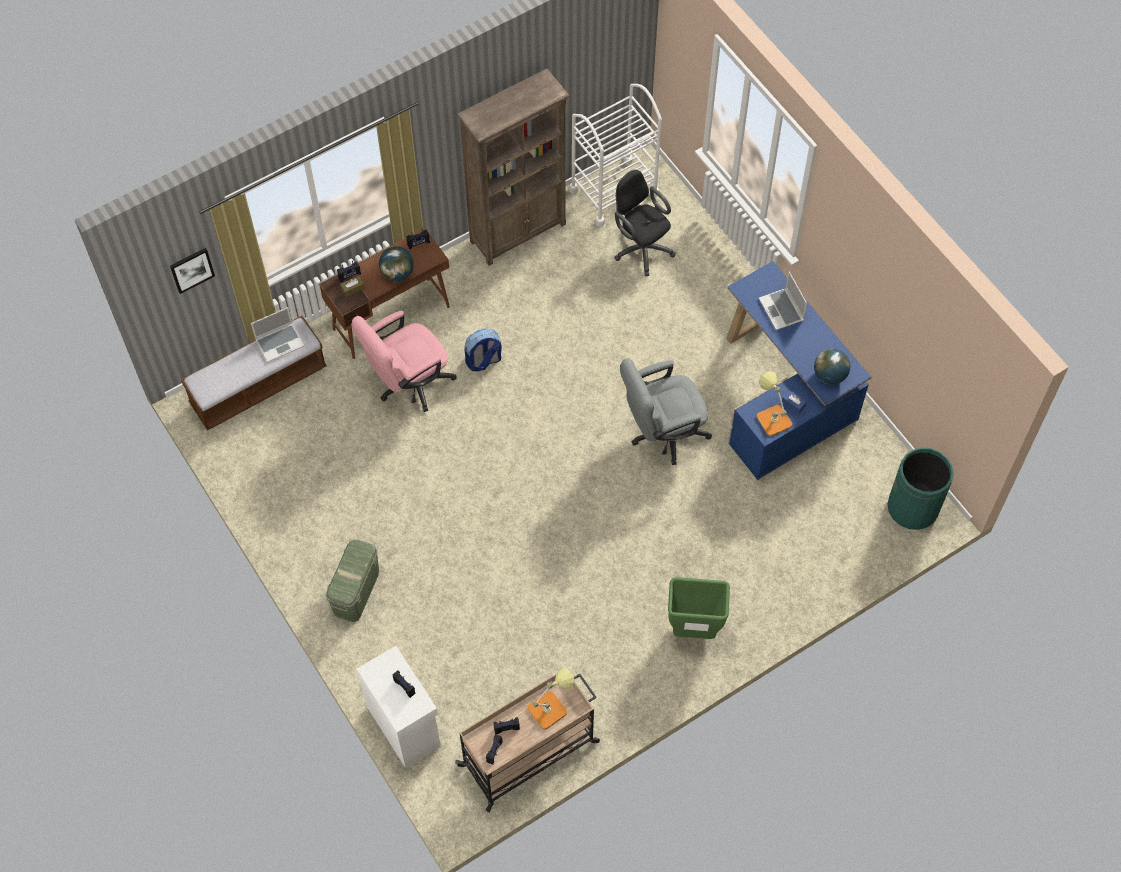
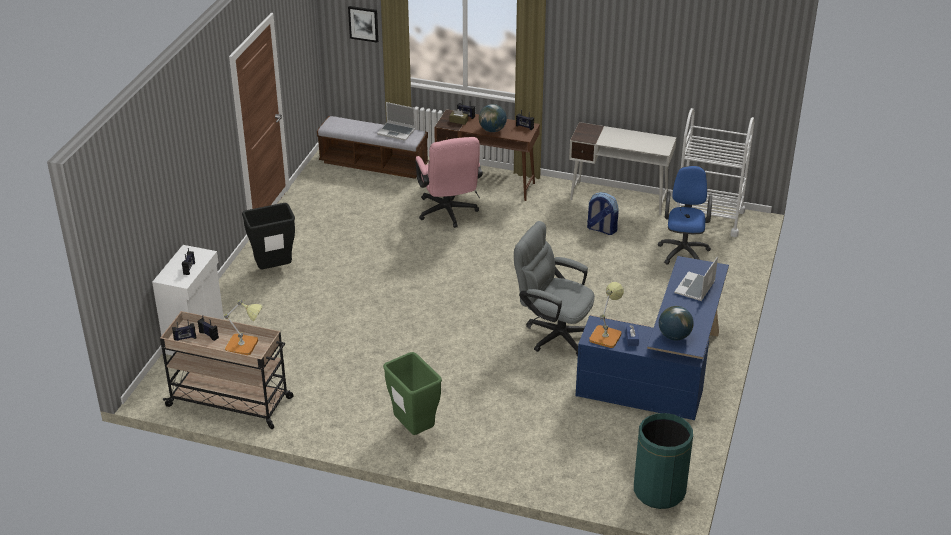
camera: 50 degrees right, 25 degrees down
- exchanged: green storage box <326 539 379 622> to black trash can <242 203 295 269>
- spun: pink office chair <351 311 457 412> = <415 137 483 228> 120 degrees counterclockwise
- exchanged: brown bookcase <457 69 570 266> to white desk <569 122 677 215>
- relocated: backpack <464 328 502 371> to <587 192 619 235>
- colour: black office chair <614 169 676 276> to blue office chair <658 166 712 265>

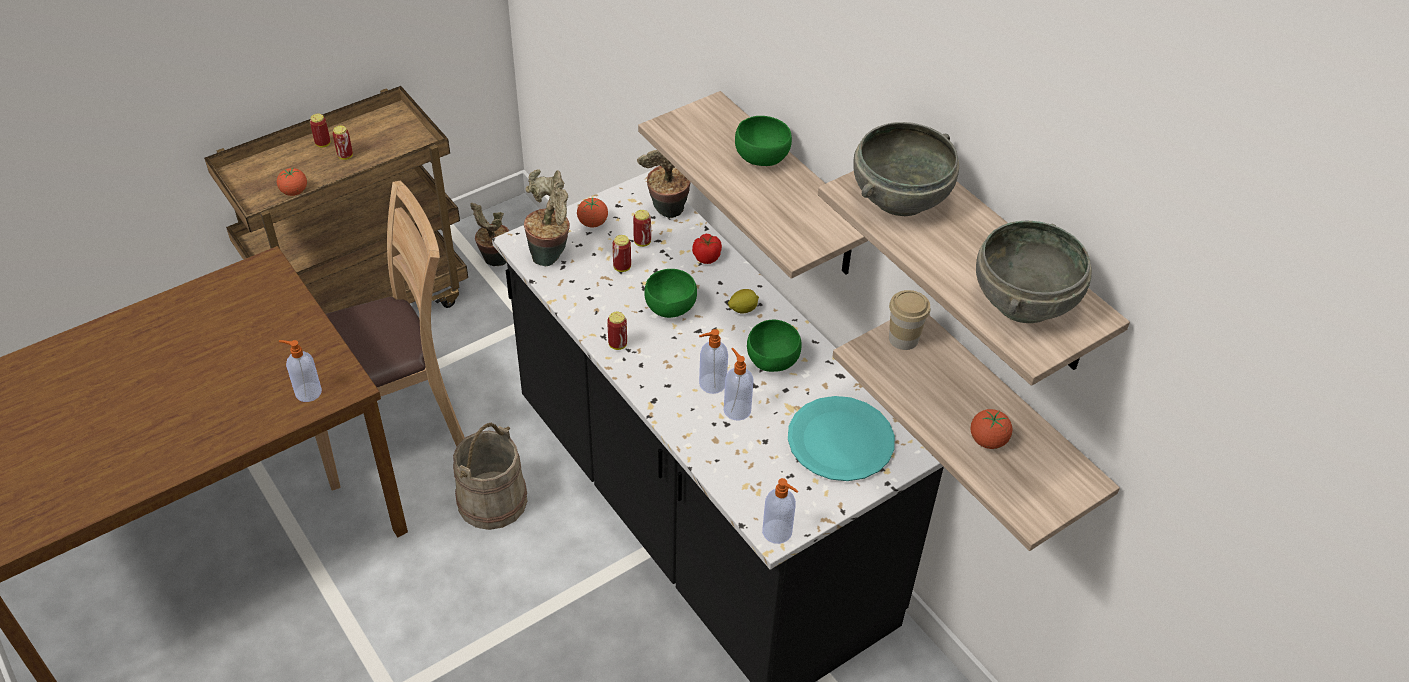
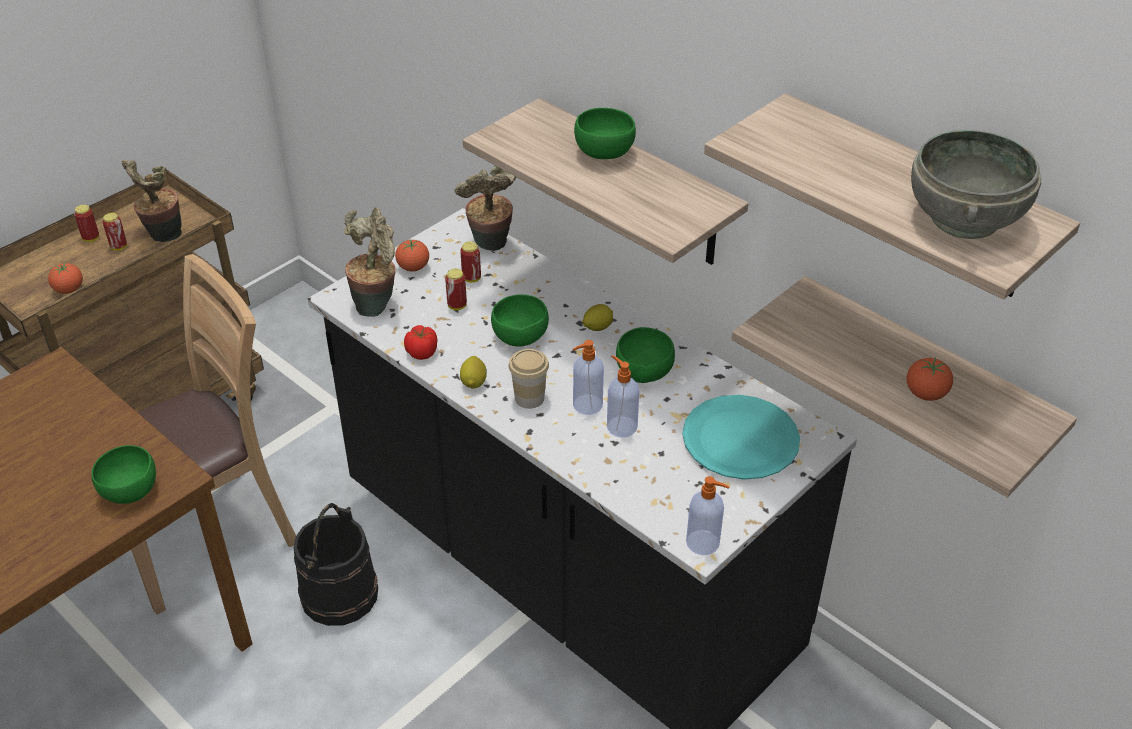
camera: 10 degrees left, 5 degrees down
- exchanged: soap dispenser <279 340 322 402> to green bowl <91 445 156 504>
- relocated: potted plant <470 203 509 266> to <121 160 182 242>
- colour: beige bucket <453 423 528 530> to black bucket <294 503 378 626>
- relocated: tomato <692 234 722 264> to <404 325 437 360>
- exchanged: can <607 312 627 350> to lemon <460 356 487 389>
- relocated: cup <889 290 930 350> to <509 349 549 409>
- missing: grey bowl <853 122 959 216>

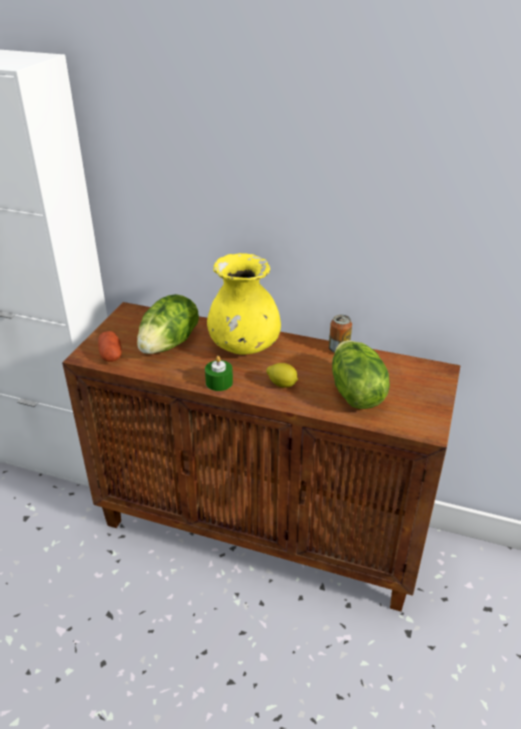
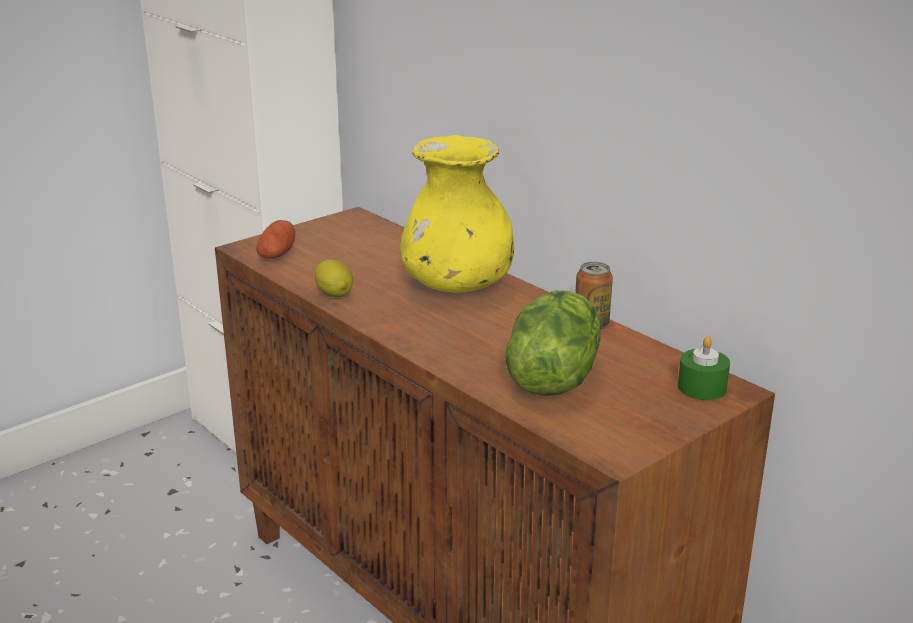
camera: 30 degrees right, 10 degrees down
- relocated: lemon <267 363 298 388> to <315 259 353 297>
- relocated: green candle <205 356 233 391> to <678 336 730 400>
- missing: lettuce <137 294 199 354>

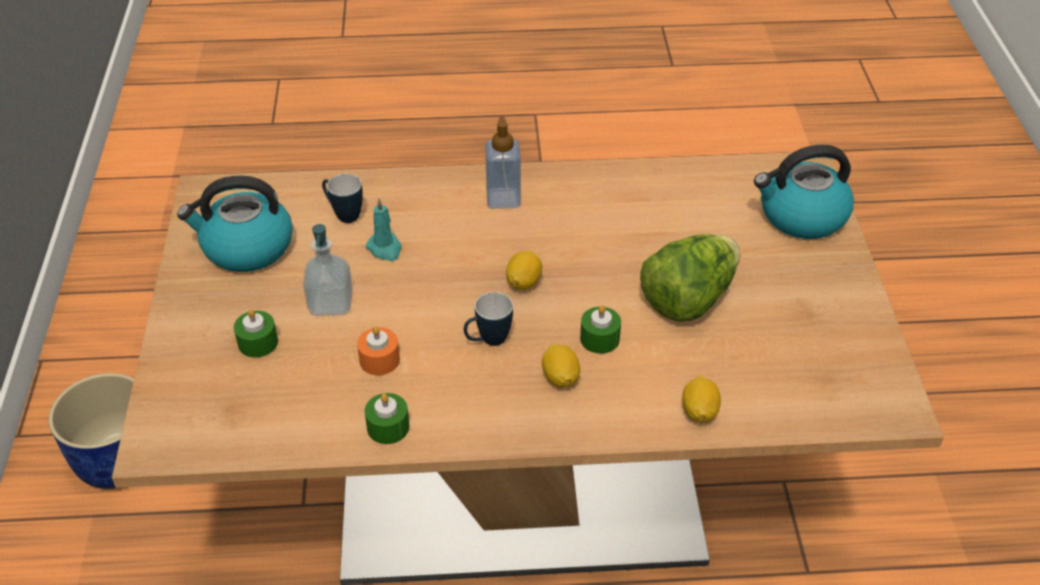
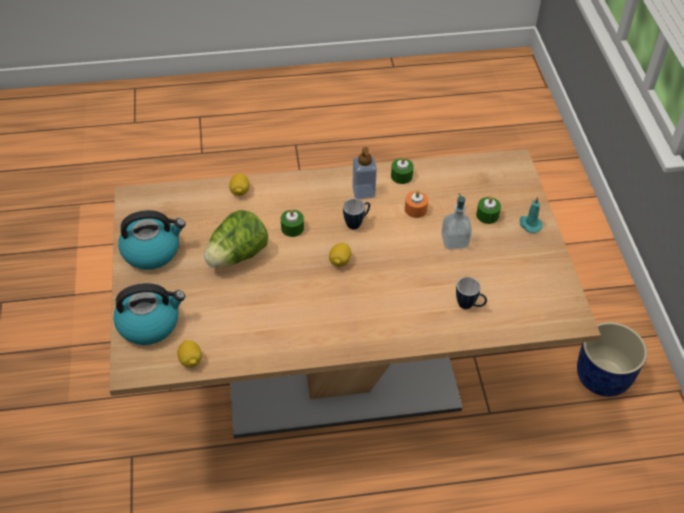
camera: 175 degrees right, 5 degrees up
- relocated: kettle <177 176 293 272> to <118 210 186 270>
- relocated: lemon <542 344 580 388> to <177 340 202 368>
- relocated: soap dispenser <485 116 521 209> to <352 147 377 199>
- relocated: turquoise candle <366 198 402 261> to <520 197 543 233>

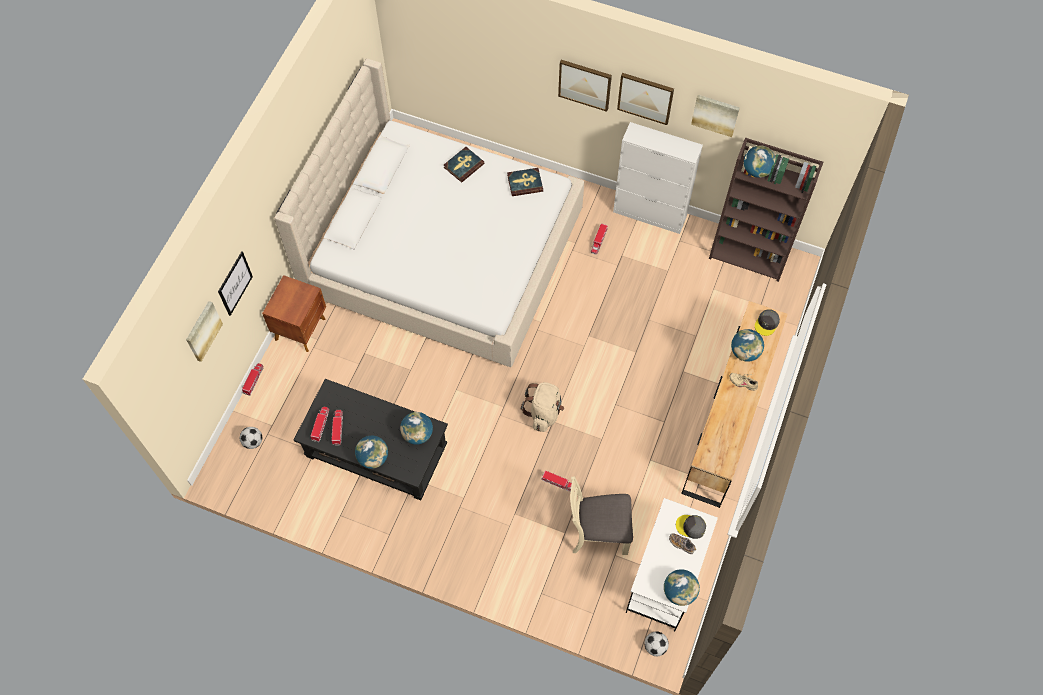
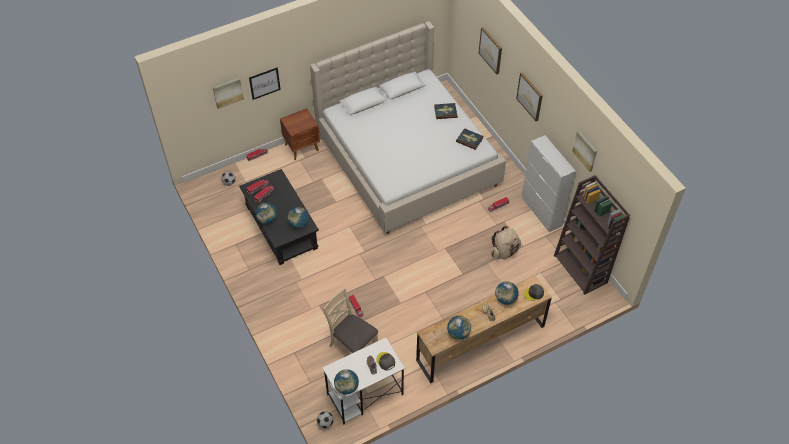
camera: 40 degrees right, 10 degrees down
- relocated: globe <744 146 776 178> to <447 316 471 340>
- relocated: picture <617 73 674 125> to <479 27 502 74>
- relocated: beige backpack <521 382 564 432> to <491 226 521 260>

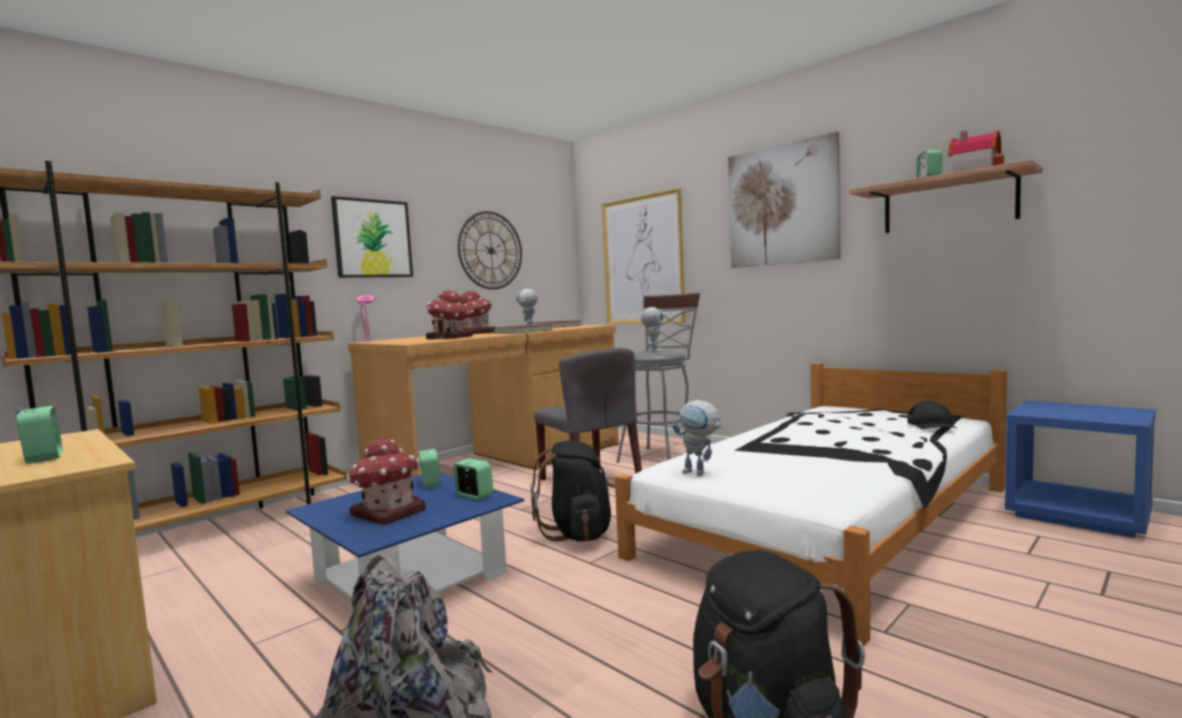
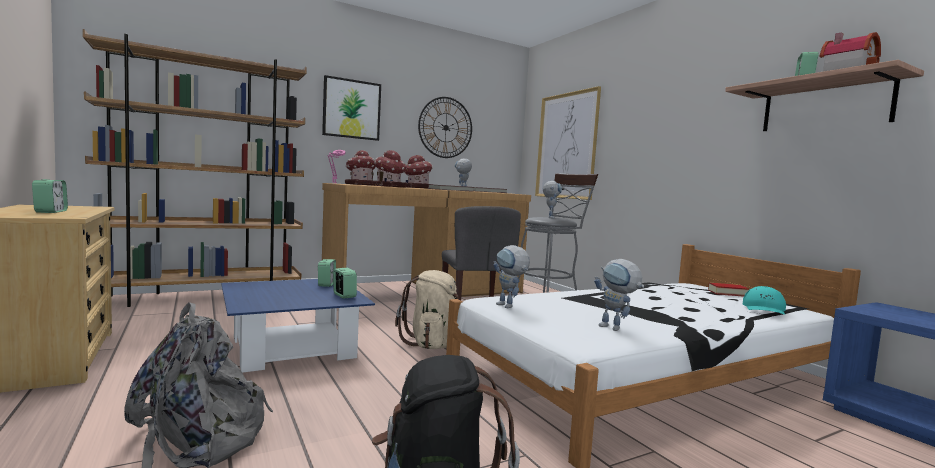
camera: 15 degrees right, 0 degrees up
- relocated: toy house <347 437 426 525> to <345 150 376 185>
- colour: black backpack <530 441 615 542> to beige backpack <395 270 459 349>
- appeared: toy robot <594 259 644 331>
- appeared: book <708 283 749 297>
- colour: black cap <907 401 956 429> to turquoise cap <743 286 786 315>
- missing: picture <728 131 841 268>

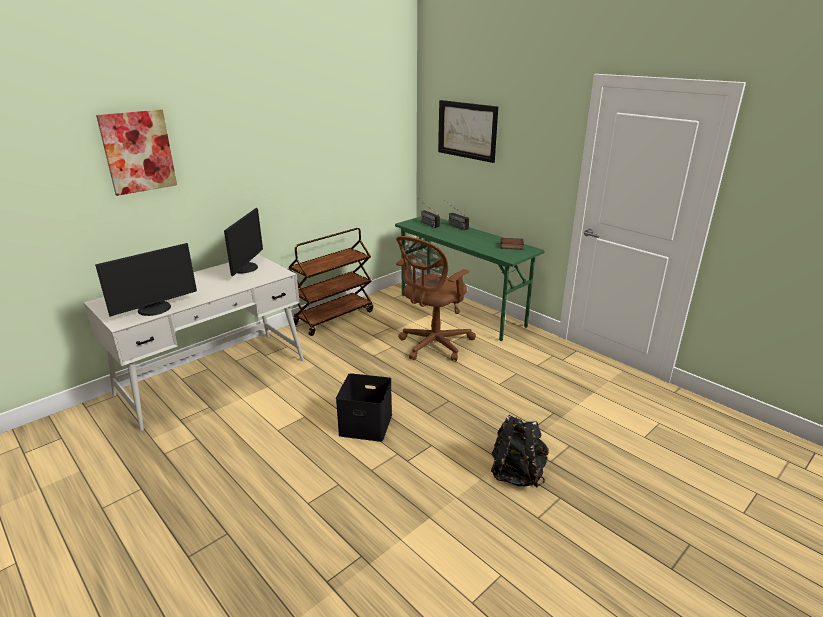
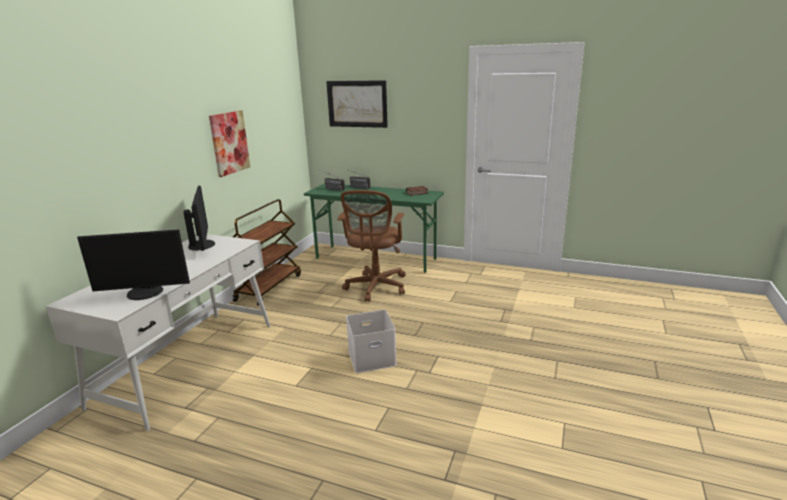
camera: 25 degrees left, 5 degrees down
- spun: monitor <95 243 197 317> = <77 229 190 300> 60 degrees clockwise
- relocated: picture <96 109 177 196> to <209 110 250 177>
- colour: black storage box <336 373 392 442> to white storage box <346 310 397 373>
- missing: black backpack <491 415 549 487>

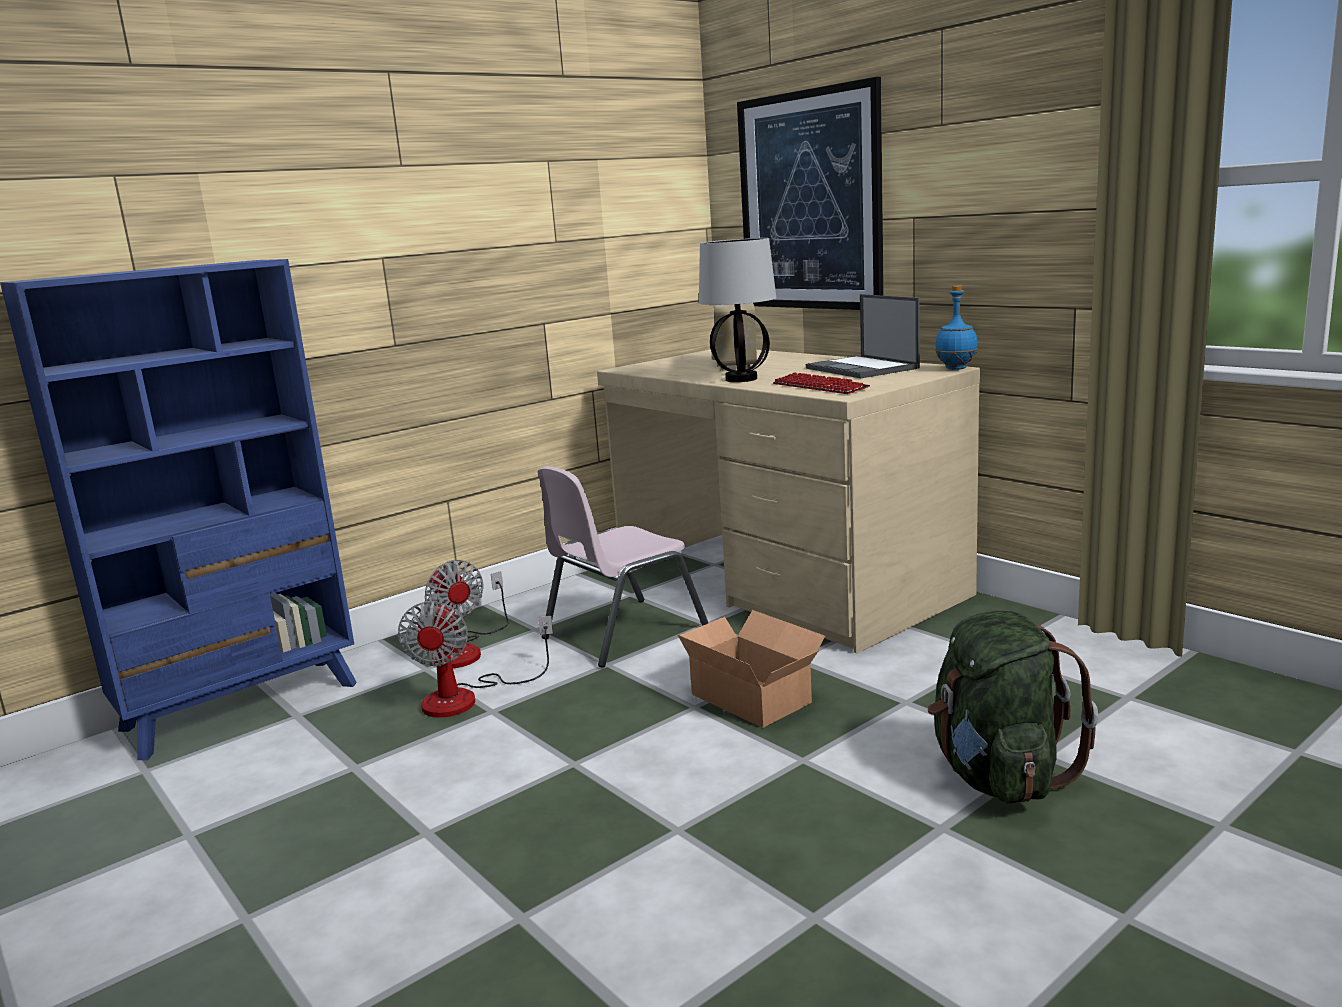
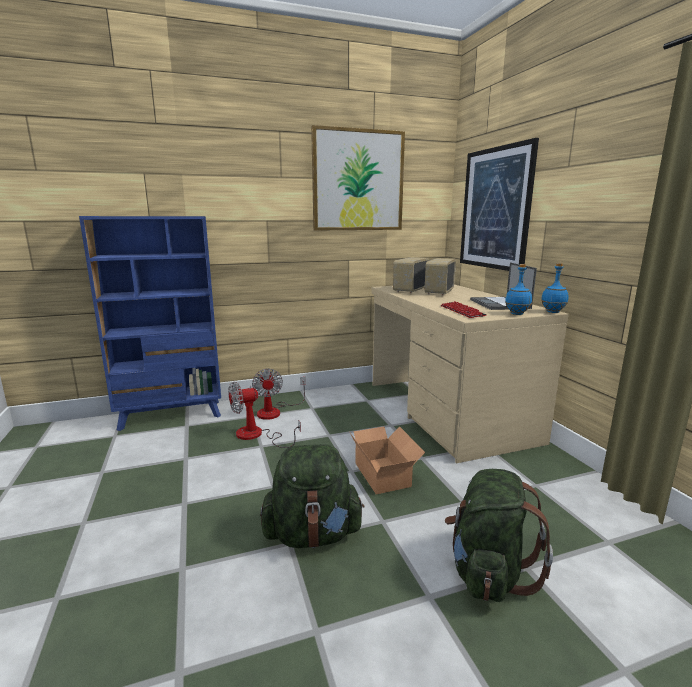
camera: 20 degrees right, 0 degrees up
- spun: fan <397 601 553 718> = <228 382 301 448> 45 degrees clockwise
- appeared: green backpack <260 444 365 548>
- appeared: picture <311 125 405 231>
- appeared: radio <393 257 429 293>
- appeared: blue bottle <505 264 532 315>
- missing: pink chair <538 466 708 668>
- missing: table lamp <699 238 776 382>

